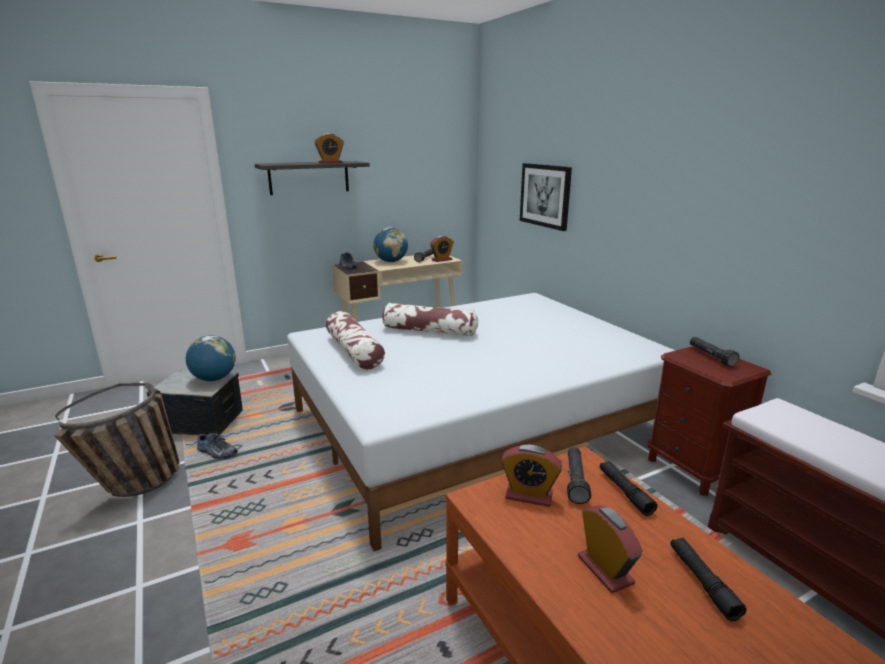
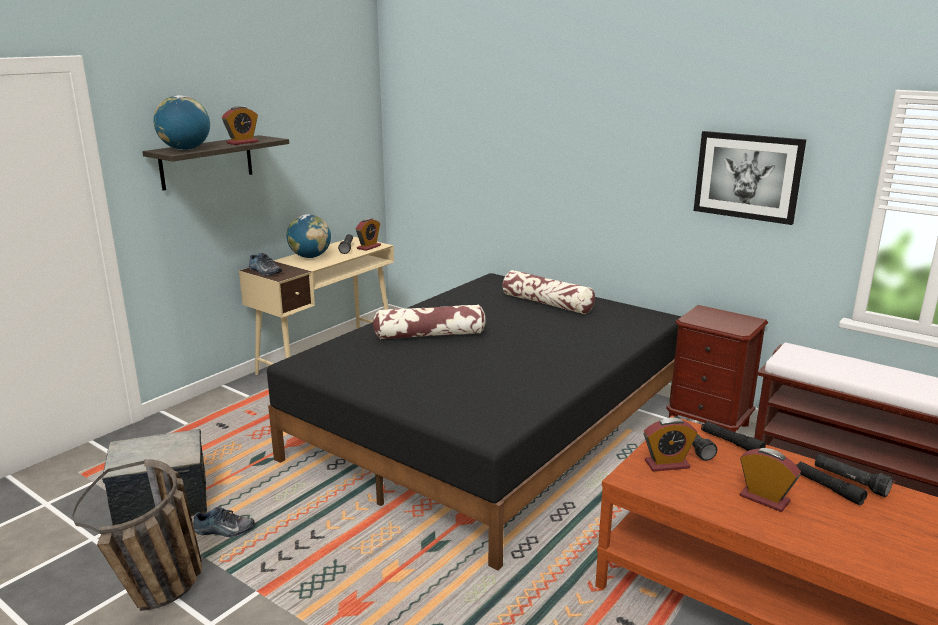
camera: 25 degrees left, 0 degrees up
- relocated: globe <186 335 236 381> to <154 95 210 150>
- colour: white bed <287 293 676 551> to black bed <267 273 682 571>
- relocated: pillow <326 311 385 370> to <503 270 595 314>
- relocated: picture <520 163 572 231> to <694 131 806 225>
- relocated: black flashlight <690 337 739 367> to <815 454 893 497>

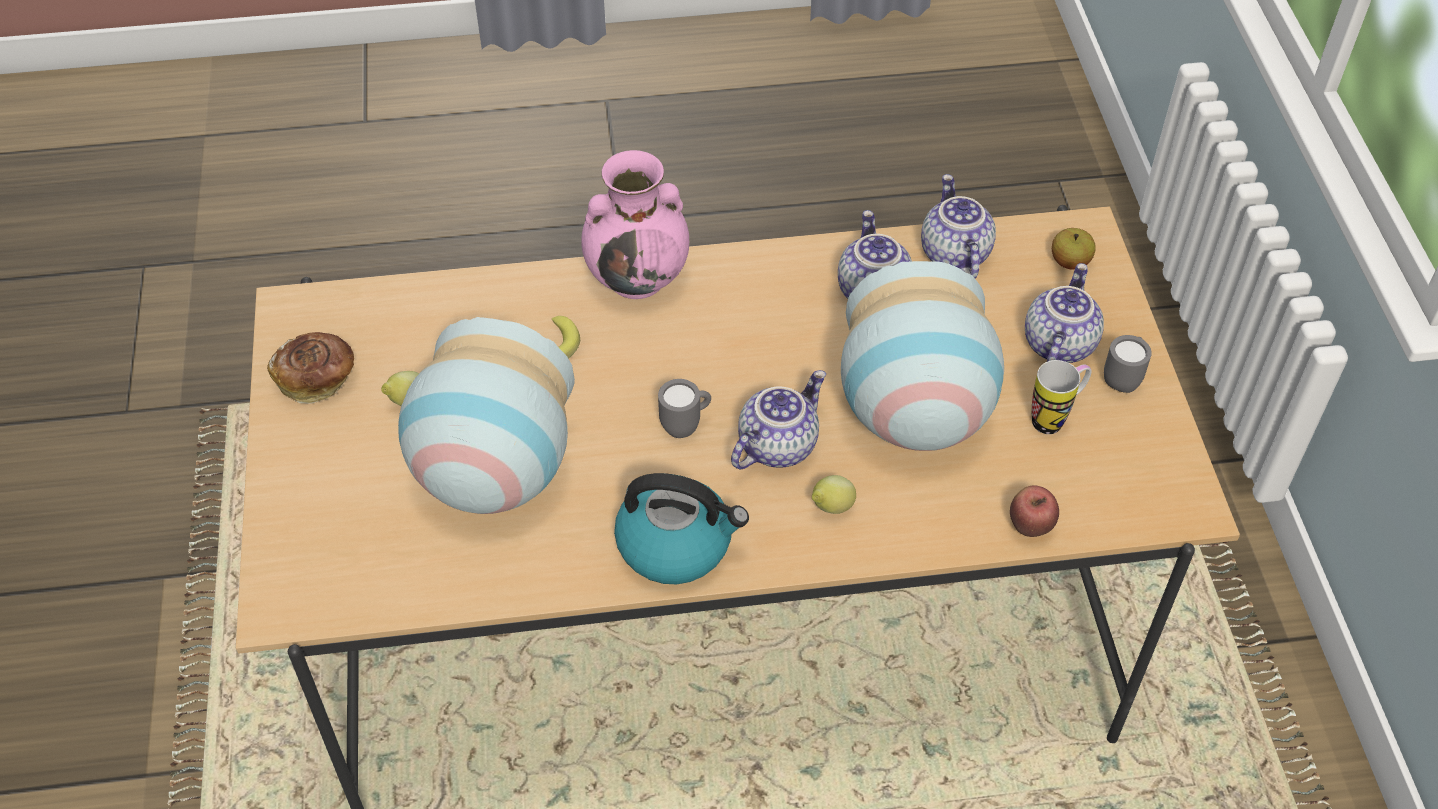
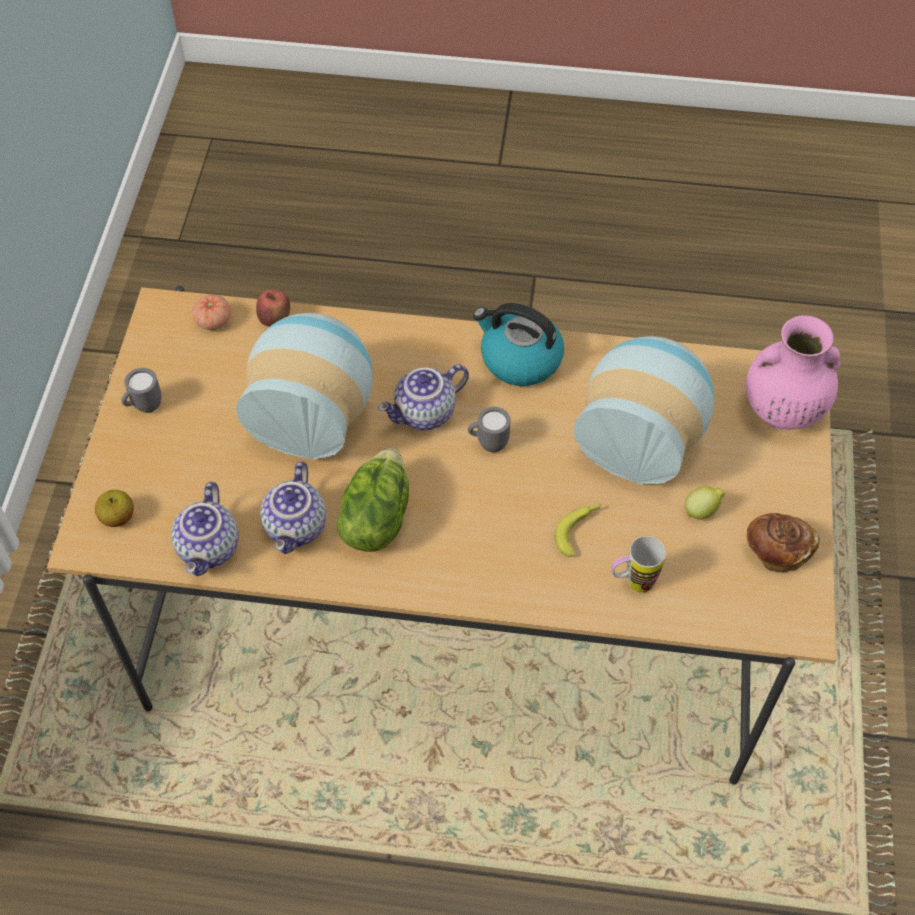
camera: 165 degrees left, 5 degrees up
- appeared: tomato <192 295 231 330>
- appeared: lettuce <337 448 409 552>
- relocated: mug <1032 360 1091 434> to <611 536 666 593>
- relocated: pink vase <581 150 689 299> to <746 315 840 430>
- missing: lemon <812 475 856 514>
- missing: teapot <1025 263 1104 363>

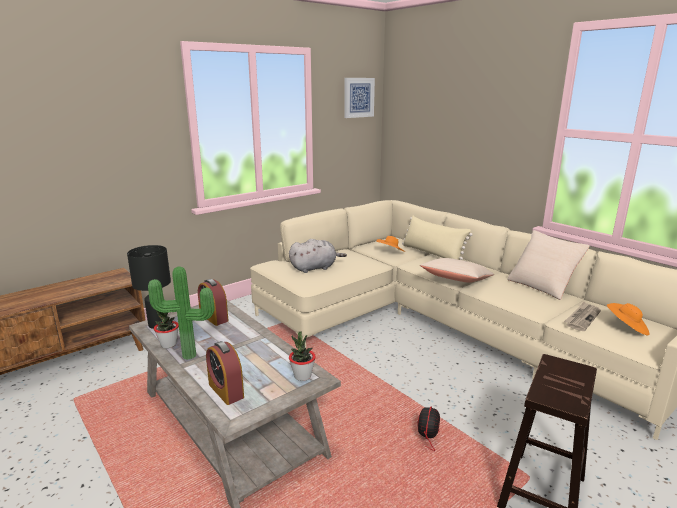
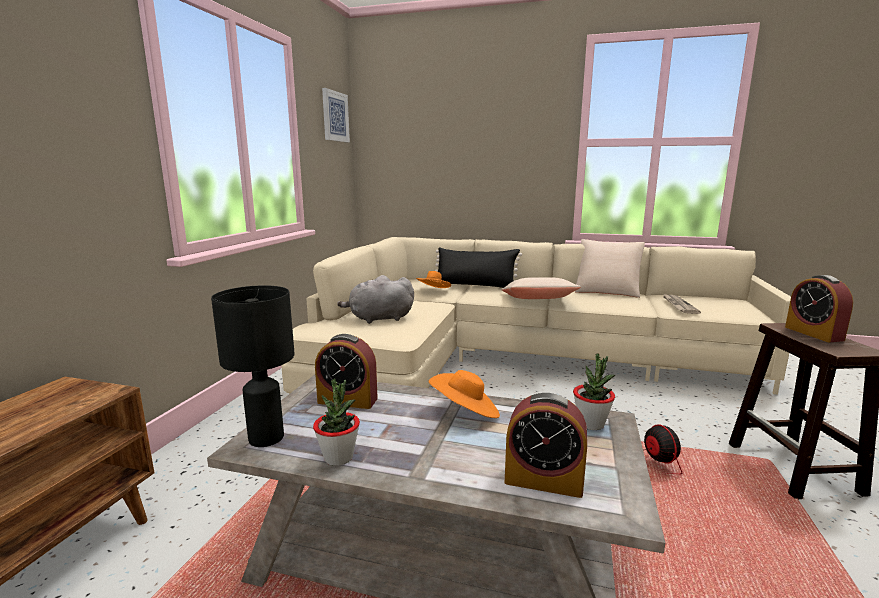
camera: 35 degrees left, 5 degrees down
- spun: grey plush toy <289 239 347 273> = <337 275 414 324> 135 degrees counterclockwise
- relocated: orange hat <606 303 650 336> to <428 370 500 418>
- colour: beige pillow <402 216 473 260> to black pillow <435 247 522 288>
- appeared: alarm clock <785 275 853 342>
- missing: potted plant <148 266 215 360>

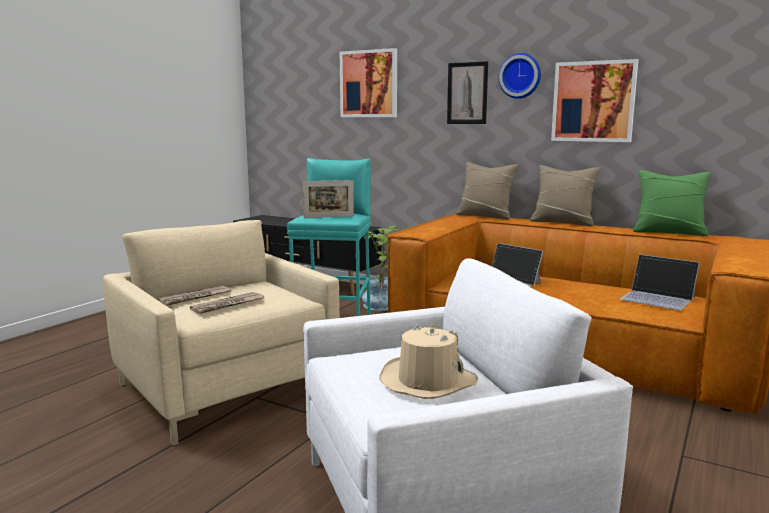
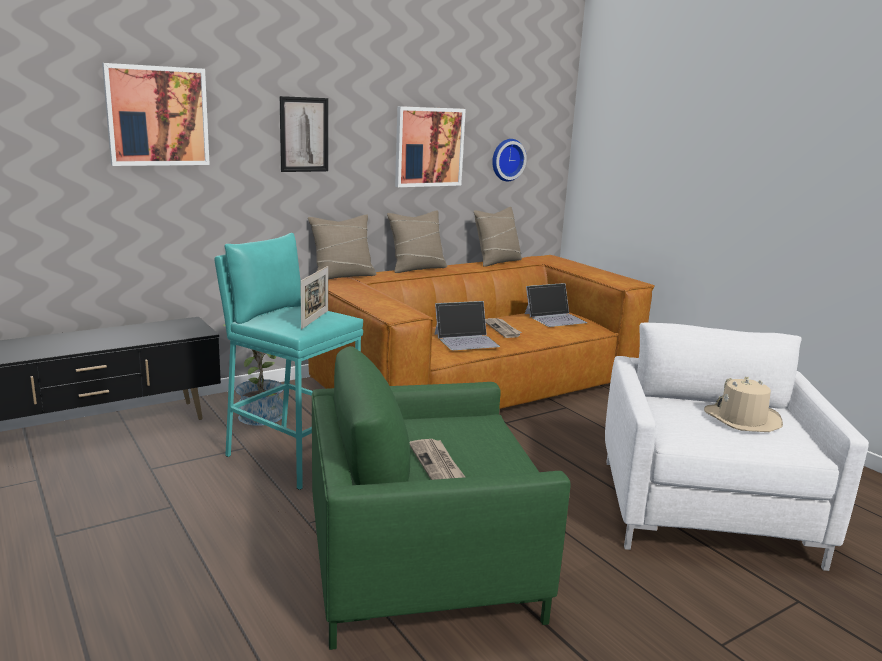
camera: 65 degrees left, 5 degrees up
- colour: beige armchair <103 220 340 445> to green armchair <312 346 571 650>
- colour: green pillow <633 170 711 236> to beige pillow <474 207 522 267>
- relocated: newspaper <190 292 264 314> to <485 318 522 338>
- relocated: wall clock <499 53 541 99> to <492 139 527 181>

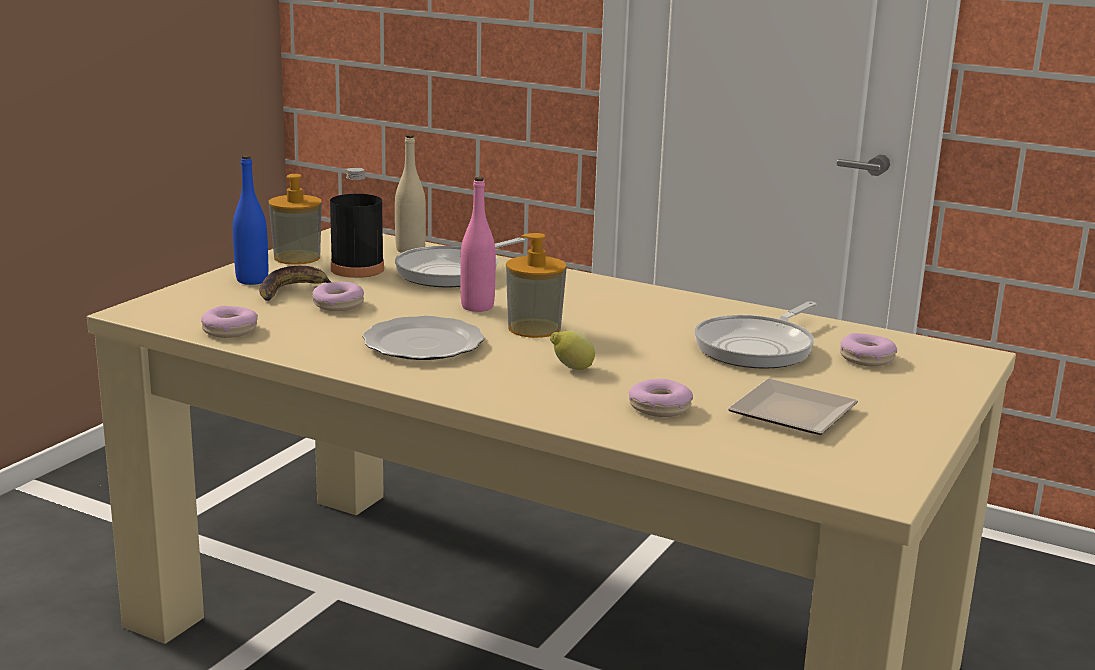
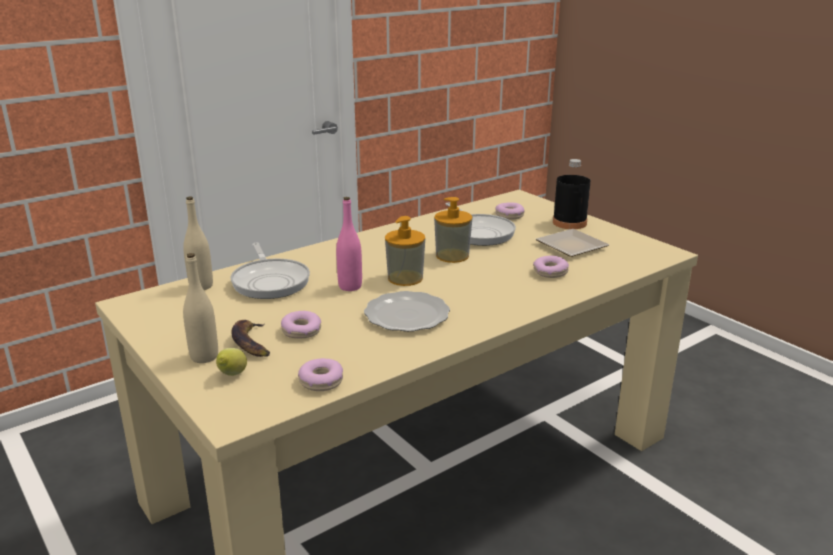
camera: 65 degrees left, 5 degrees up
- colour: blue bottle <233 155 268 285> to beige bottle <183 253 218 363>
- relocated: lemon <550 331 595 370> to <216 348 247 376>
- relocated: soap dispenser <269 174 322 265> to <434 197 473 263>
- relocated: black bottle <330 168 384 278> to <553 159 591 229>

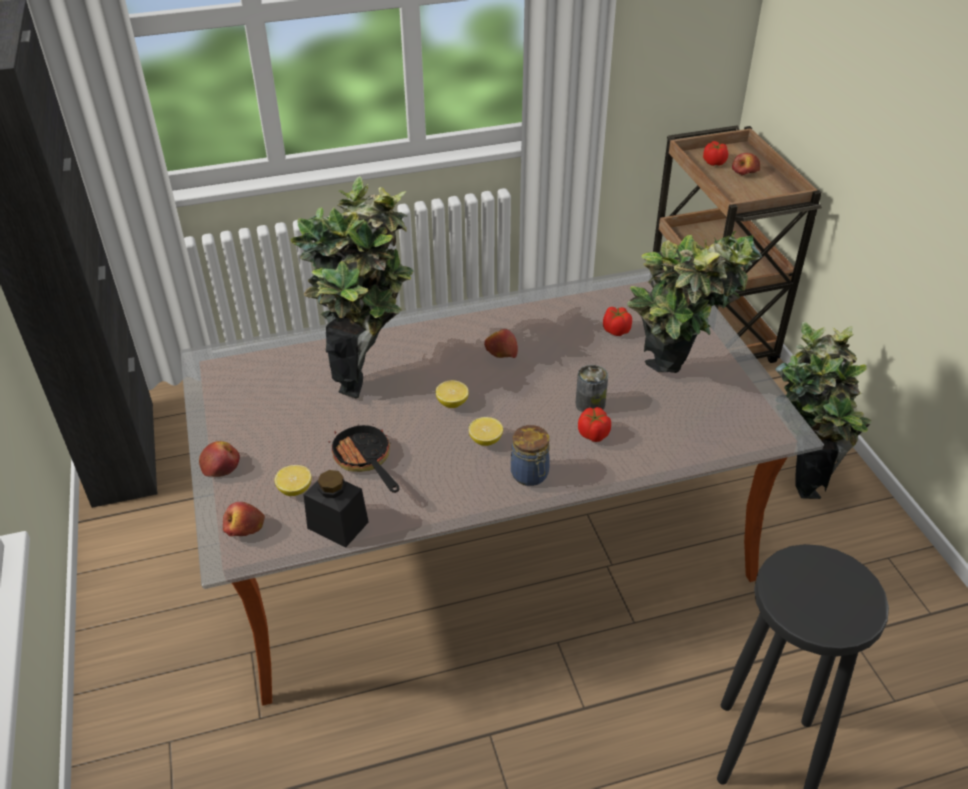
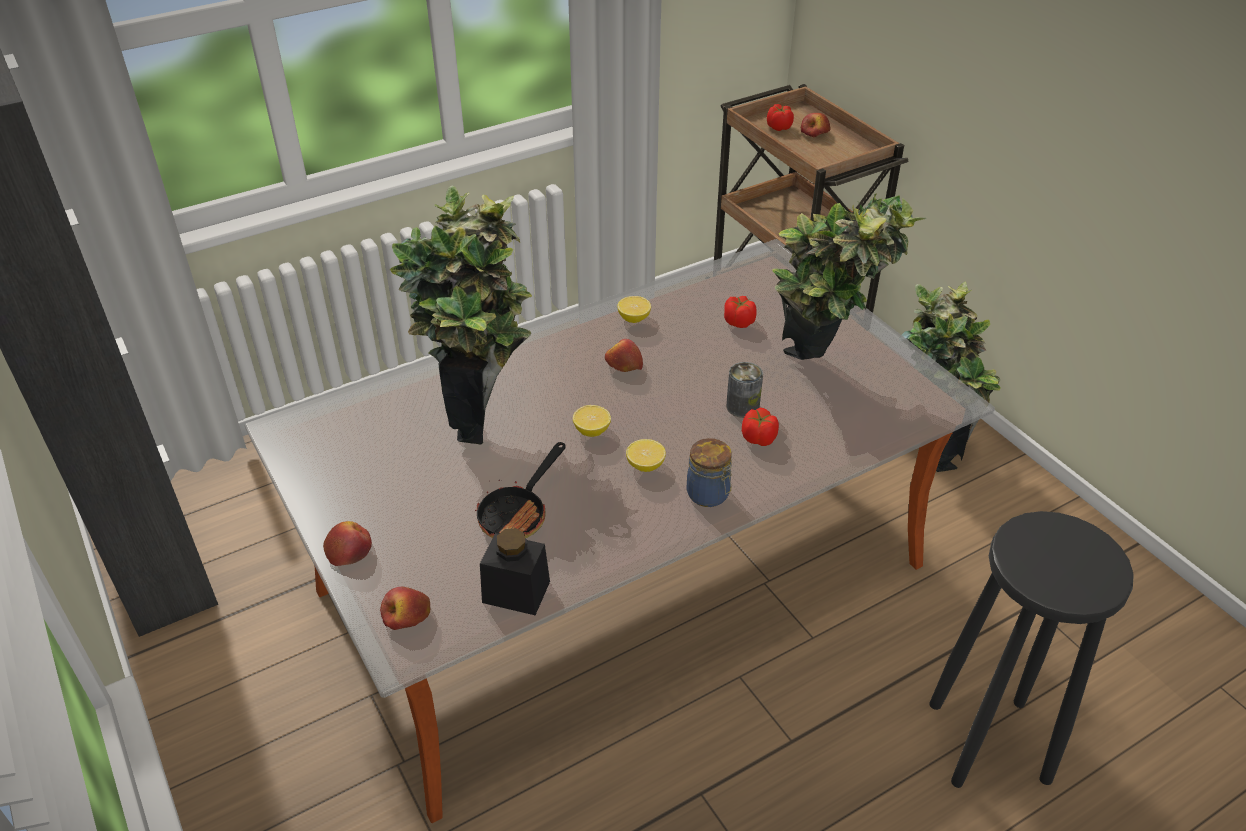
camera: 15 degrees left, 0 degrees up
- spun: frying pan <328 424 400 493> = <475 442 566 538> 105 degrees counterclockwise
- relocated: lemon <275 465 312 496> to <617 296 651 323>

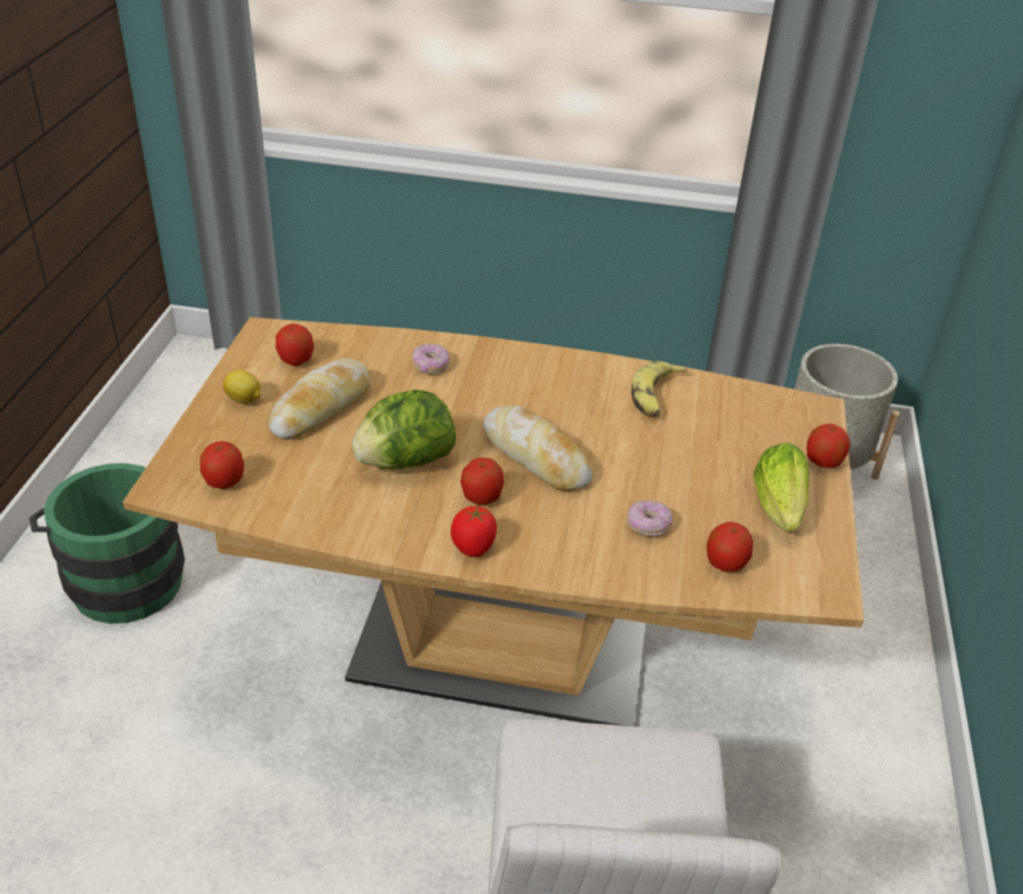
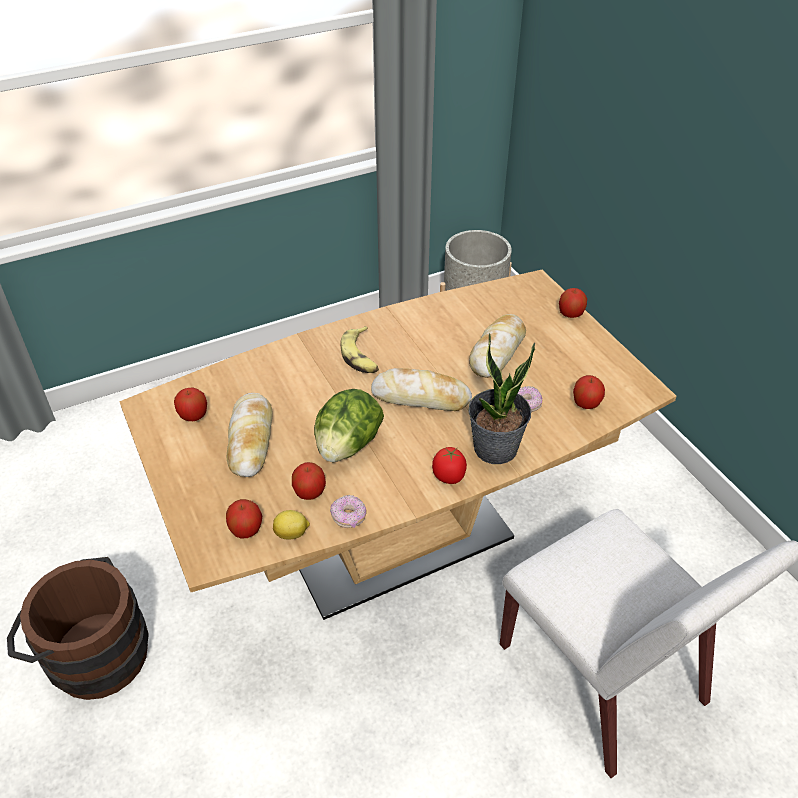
camera: 35 degrees left, 5 degrees up
- colour: green bucket <29 463 185 624> to brown bucket <7 557 149 700>
- relocated: lemon <223 370 260 404> to <273 510 310 539>
- relocated: apple <460 458 504 505> to <292 462 326 500>
- relocated: donut <413 344 450 374> to <330 495 367 528>
- relocated: banana <631 361 687 418> to <341 326 379 373>
- appeared: potted plant <468 333 535 464>
- appeared: bread <469 314 526 378>
- missing: lettuce <754 443 809 531>

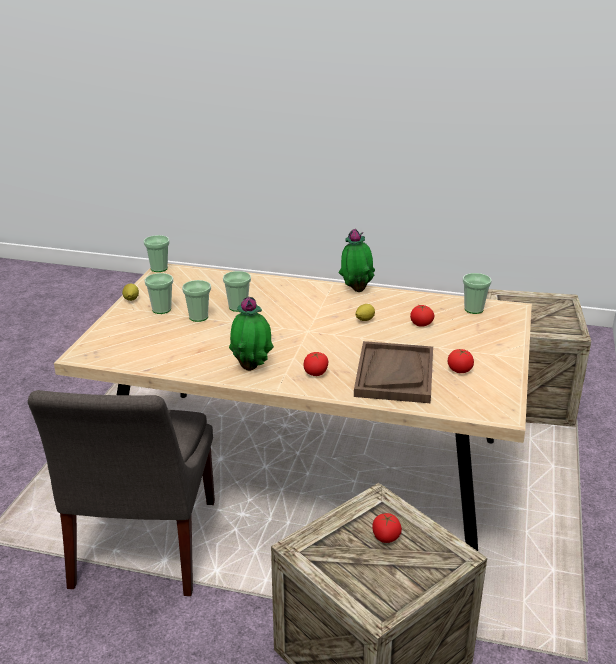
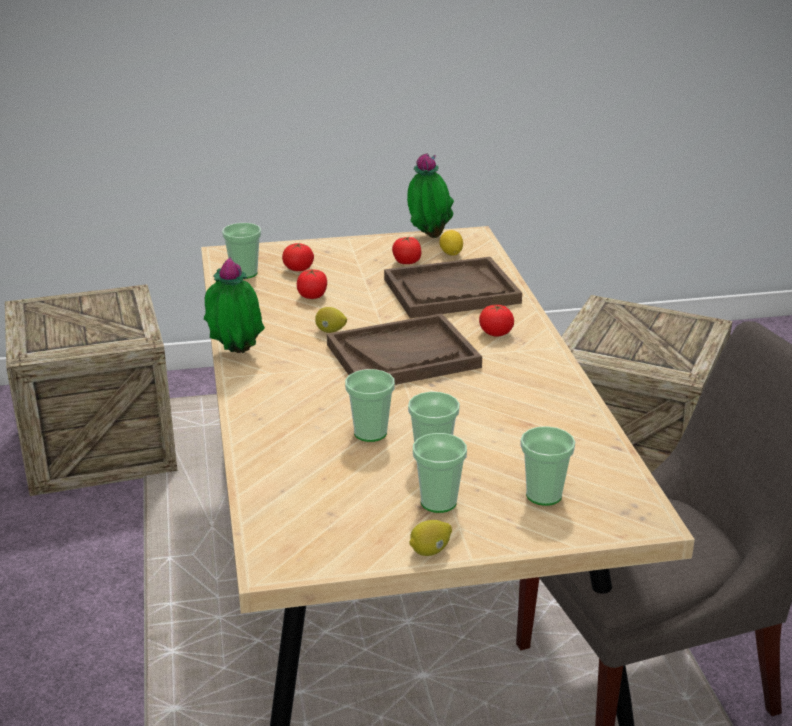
camera: 115 degrees left, 0 degrees up
- relocated: tomato <372 513 402 543> to <282 243 314 271>
- appeared: brown tray <327 313 482 385>
- relocated: potted plant <229 297 274 371> to <407 153 454 238>
- appeared: lemon <439 230 463 256>
- relocated: cup <144 235 170 272> to <521 426 575 506>

